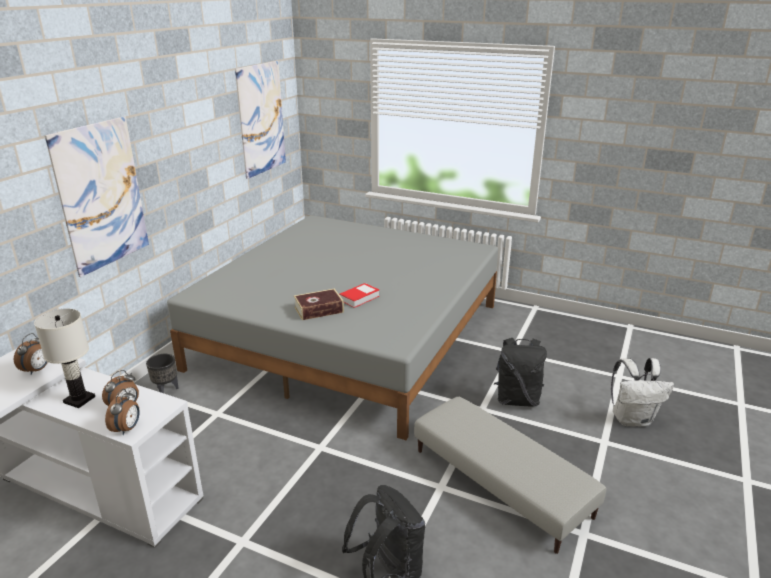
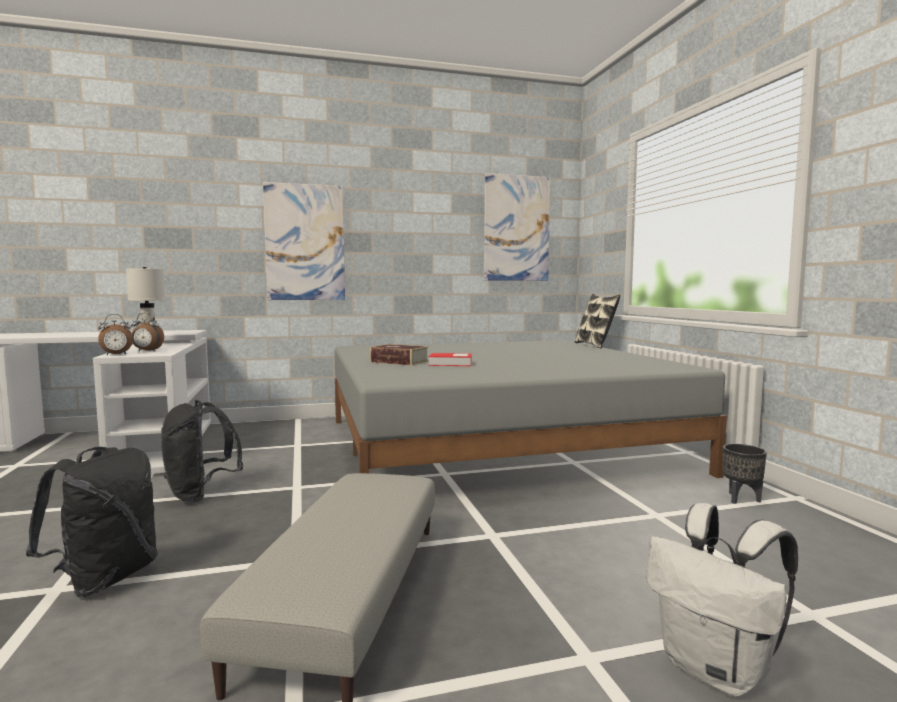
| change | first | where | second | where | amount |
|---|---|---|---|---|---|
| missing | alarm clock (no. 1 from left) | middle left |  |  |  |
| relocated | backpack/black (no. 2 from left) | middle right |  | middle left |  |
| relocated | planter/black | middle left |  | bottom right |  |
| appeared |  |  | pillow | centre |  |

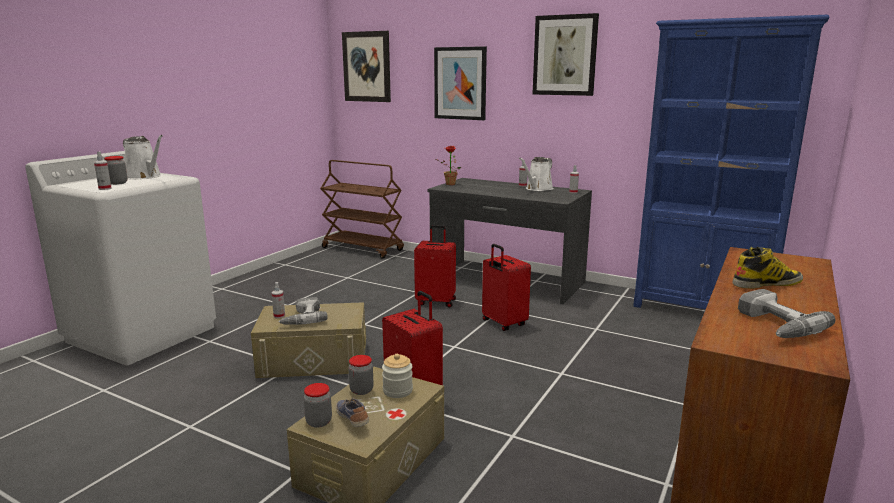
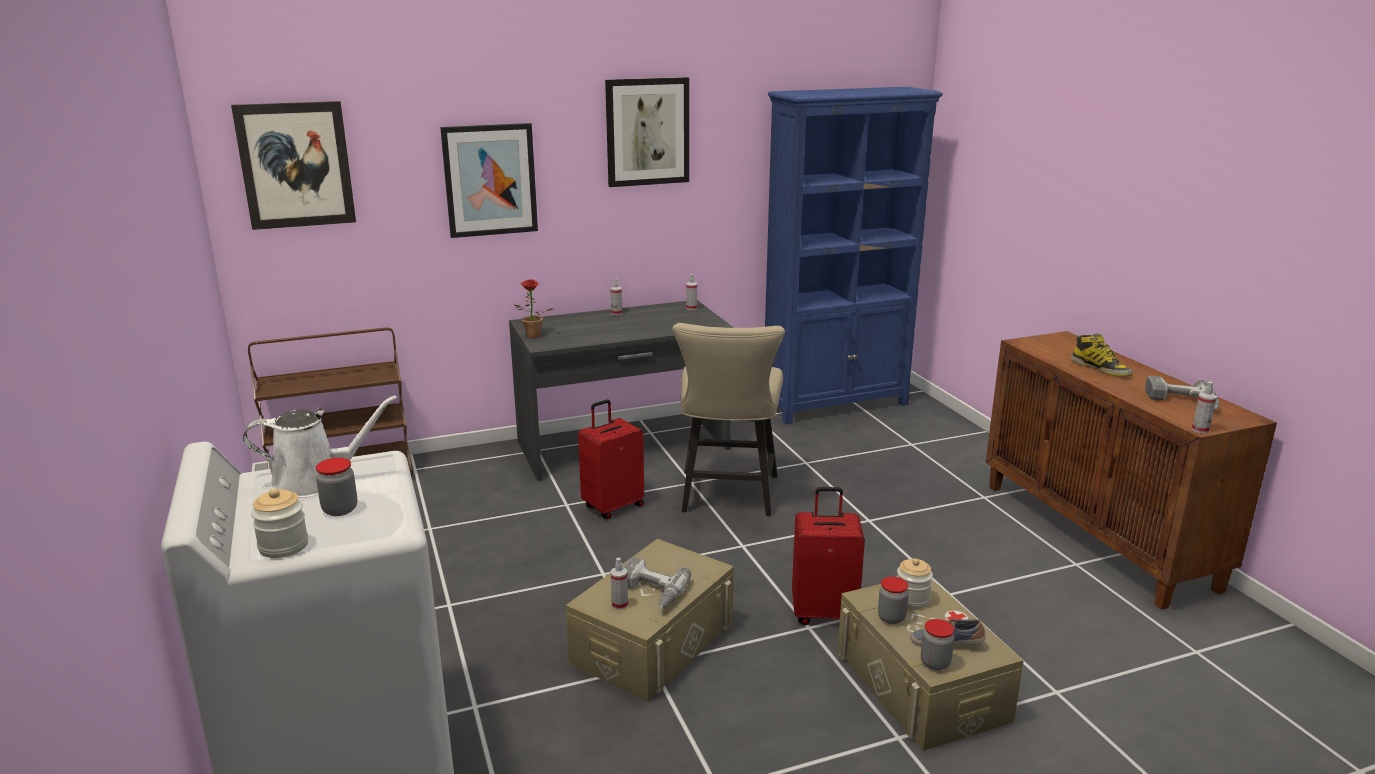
| change | first | where | second | where | amount |
|---|---|---|---|---|---|
| relocated | spray bottle (no. 1 from left in the first image) | middle left | spray bottle (no. 4 from left) | middle right |  |
| missing | watering can/white (no. 2 from left) | centre |  |  |  |
| exchanged | suitcase/red (no. 3 from left) | centre | chair/beige | centre |  |
| spun | boot | middle right |  | middle right | 120 degrees clockwise |
| appeared |  |  | jar (no. 1 from left) | bottom left |  |

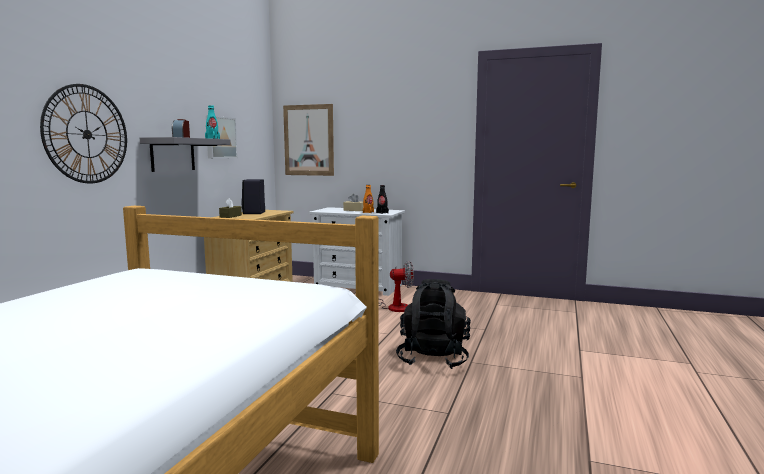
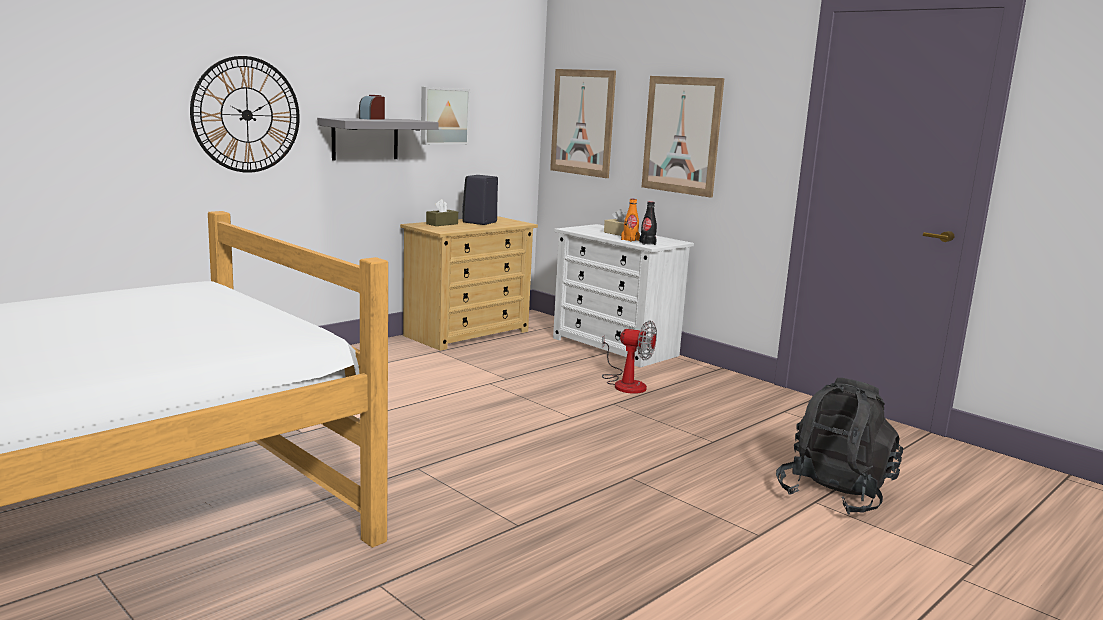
| change | first | where | second | where | amount |
|---|---|---|---|---|---|
| missing | bottle/turquoise | top left |  |  |  |
| relocated | backpack/black | bottom centre |  | bottom right |  |
| appeared |  |  | picture (no. 3 from left) | top centre |  |

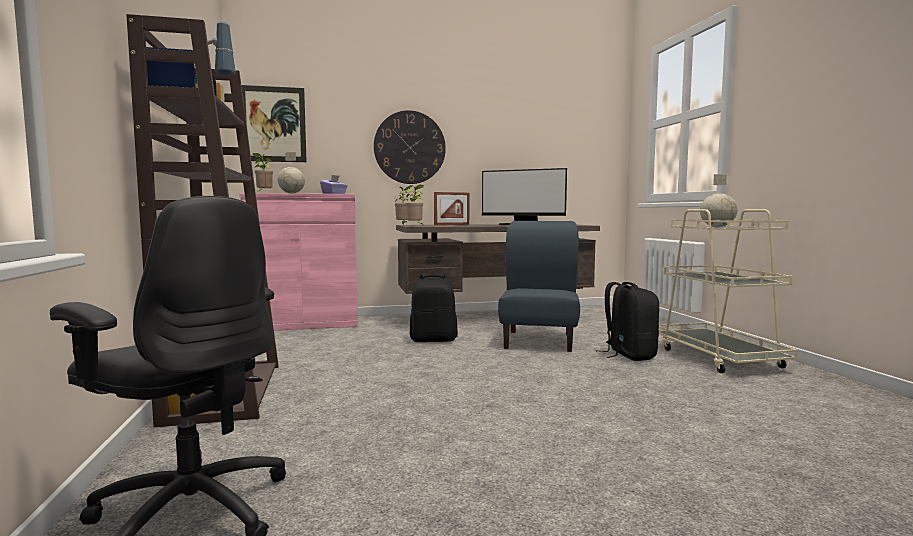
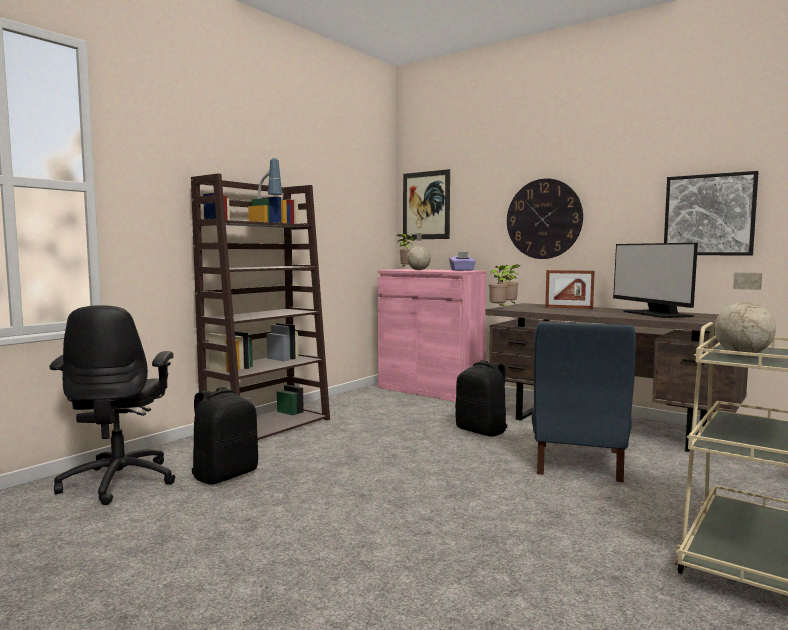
| change | first | where | second | where | amount |
|---|---|---|---|---|---|
| spun | chair/blue | centre |  | middle right | 135 degrees clockwise |
| relocated | backpack/black (no. 2 from left in the first image) | middle right | backpack/black (no. 1 from left) | bottom left |  |
| appeared |  |  | picture (no. 2 from left) | middle right |  |

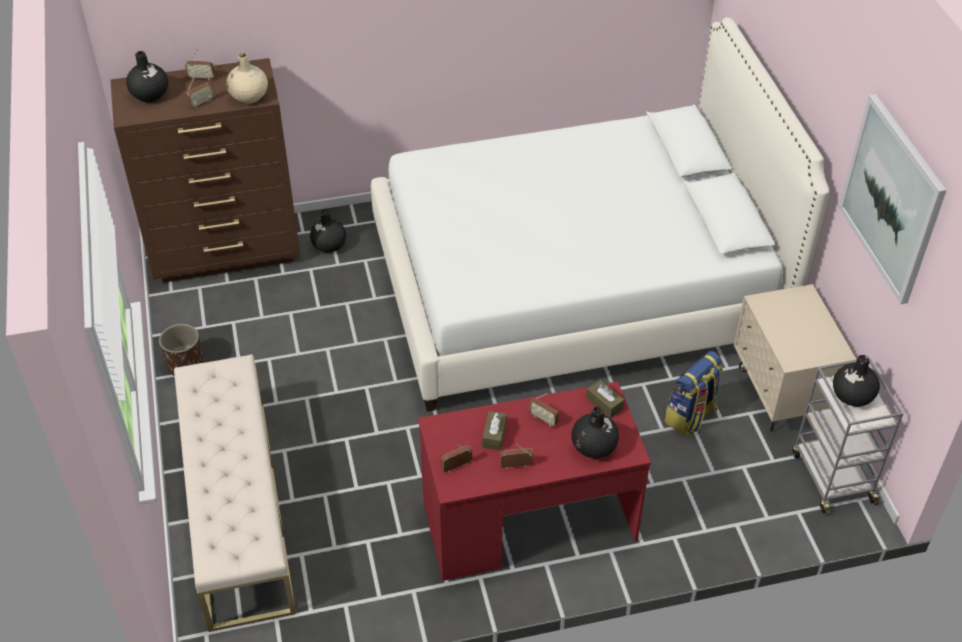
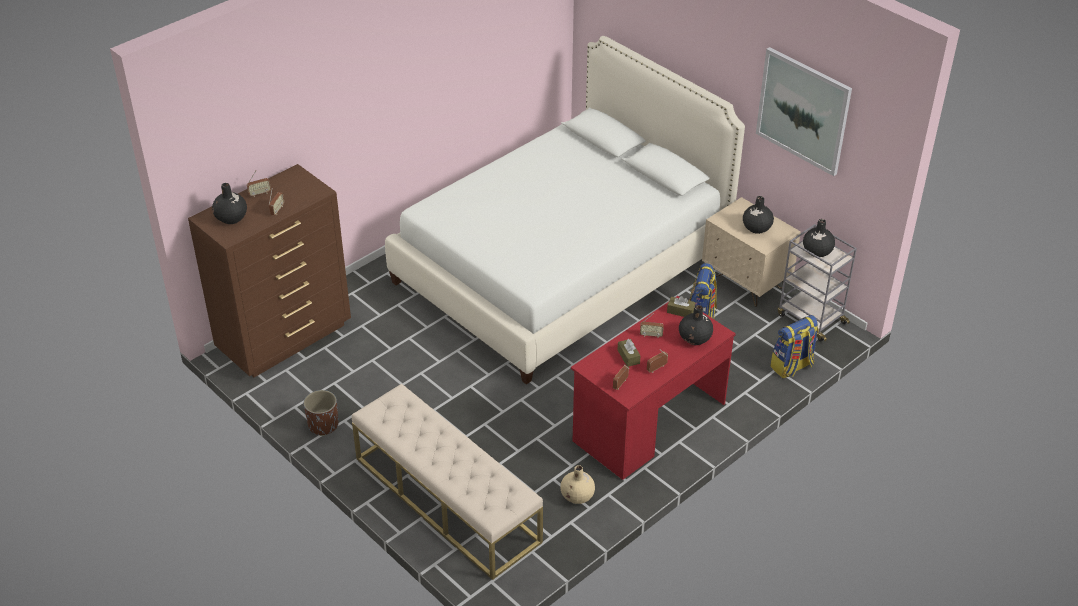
| change | first | where | second | where | amount |
|---|---|---|---|---|---|
| relocated | vase/beige | top left |  | bottom centre |  |
| relocated | vase/black (no. 2 from left in the first image) | centre | vase/black (no. 3 from left) | middle right |  |
| appeared |  |  | backpack (no. 2 from left) | middle right |  |

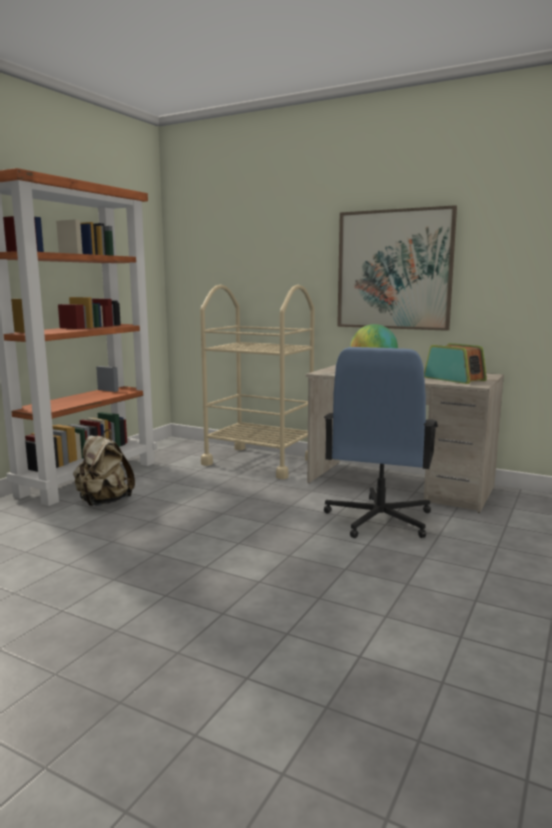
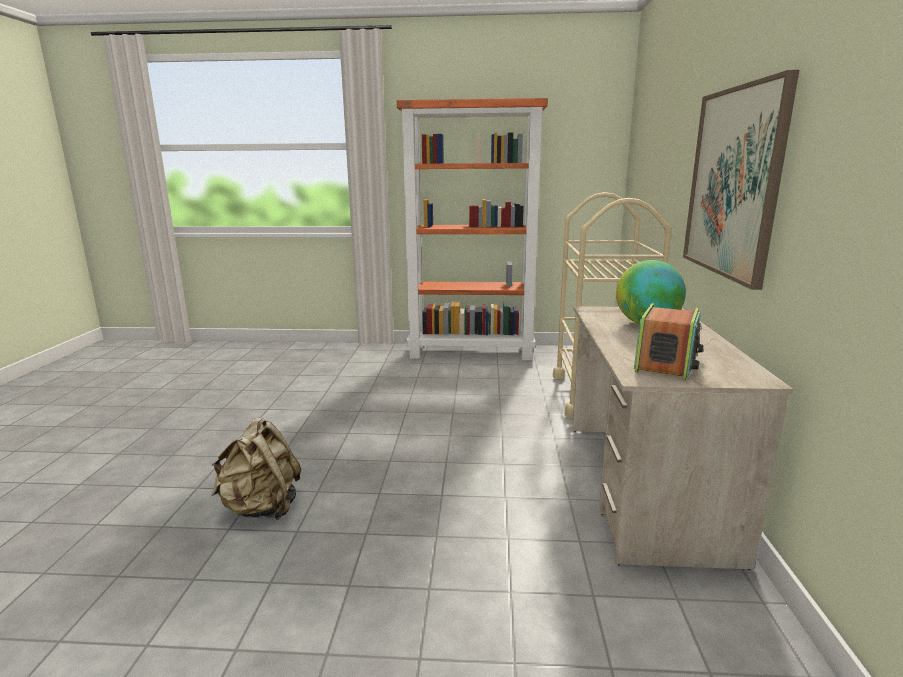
| change | first | where | second | where | amount |
|---|---|---|---|---|---|
| missing | office chair/blue | middle right |  |  |  |
| relocated | backpack/beige | middle left |  | bottom left |  |

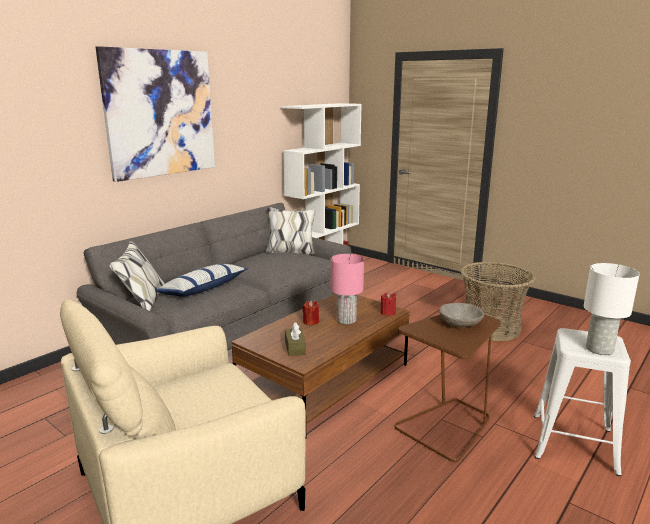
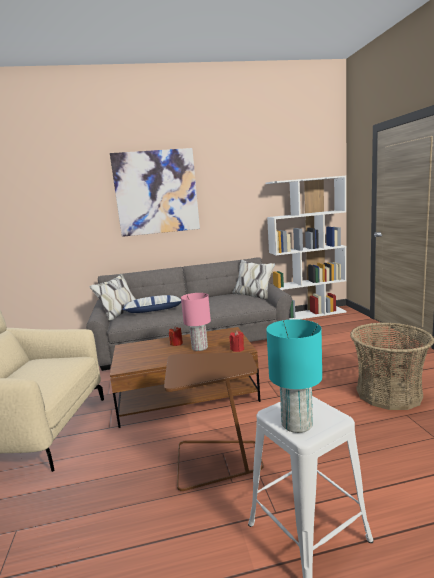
| change | first | where | second | where | amount |
|---|---|---|---|---|---|
| colour | table lamp/white | middle right | table lamp/turquoise | middle right |  |
| missing | bowl/grey | middle right |  |  |  |
| missing | tissue box/brown | centre |  |  |  |

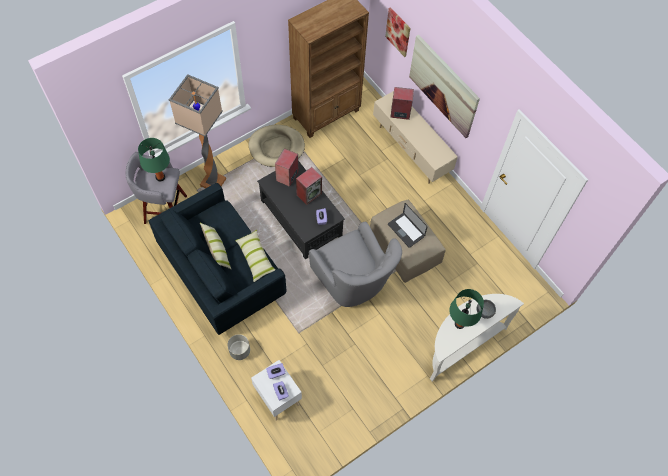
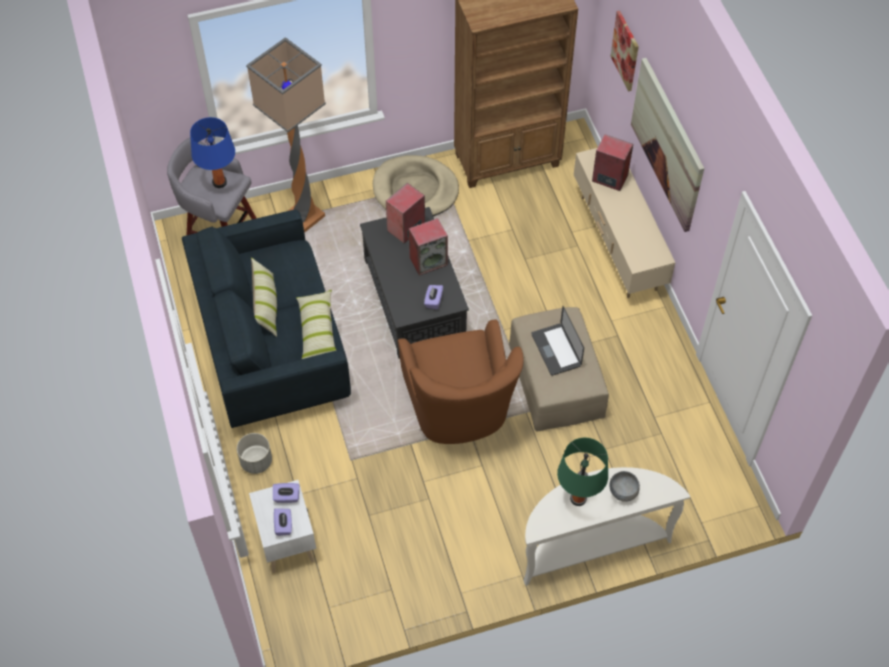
| change | first | where | second | where | amount |
|---|---|---|---|---|---|
| colour | table lamp/green (no. 1 from left) | middle left | table lamp/blue | top left |  |
| colour | armchair/grey | centre | armchair/brown | centre |  |

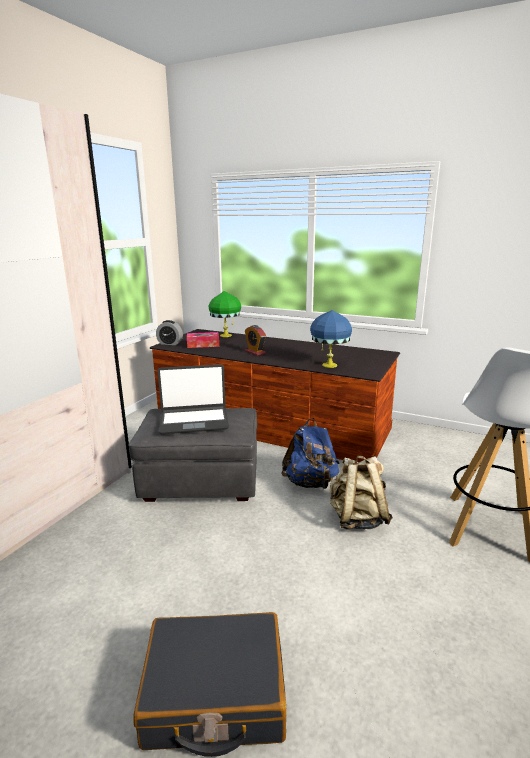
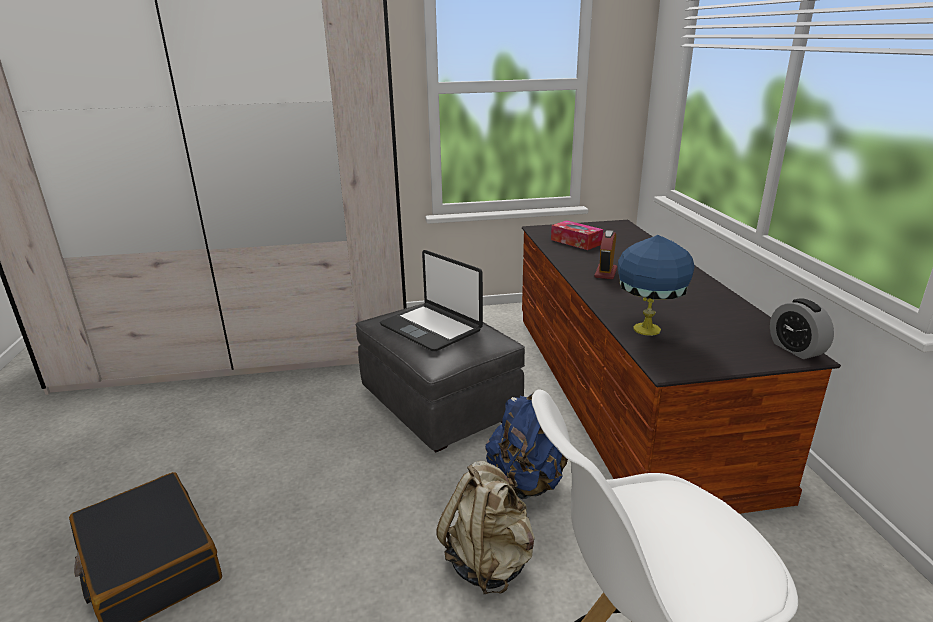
| change | first | where | second | where | amount |
|---|---|---|---|---|---|
| missing | table lamp/green | centre |  |  |  |
| relocated | alarm clock (no. 1 from left in the first image) | middle left | alarm clock (no. 2 from left) | middle right |  |

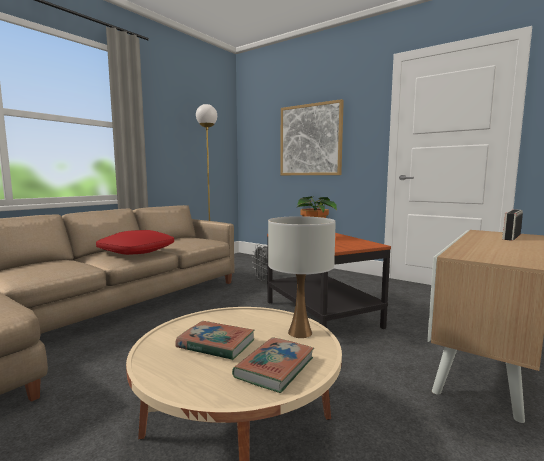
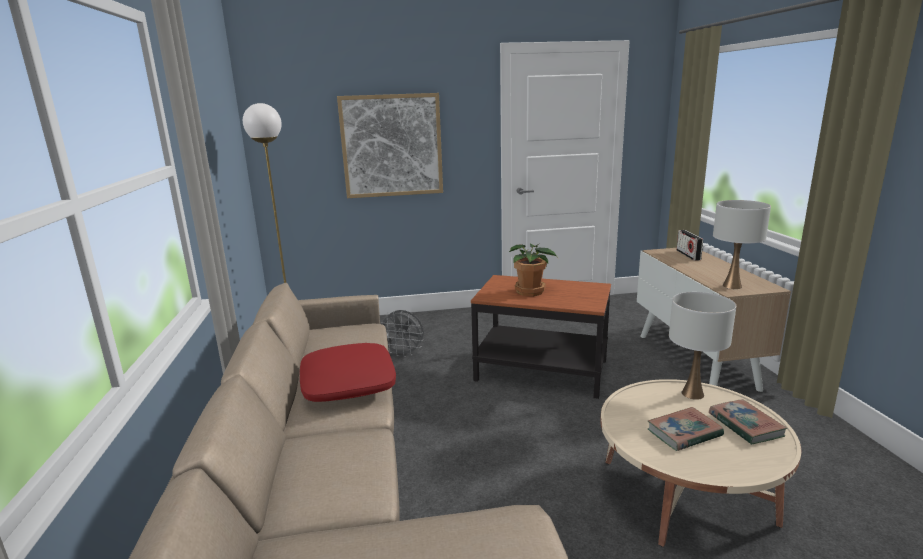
| change | first | where | second | where | amount |
|---|---|---|---|---|---|
| appeared |  |  | table lamp/white (no. 2 from left) | middle right |  |

